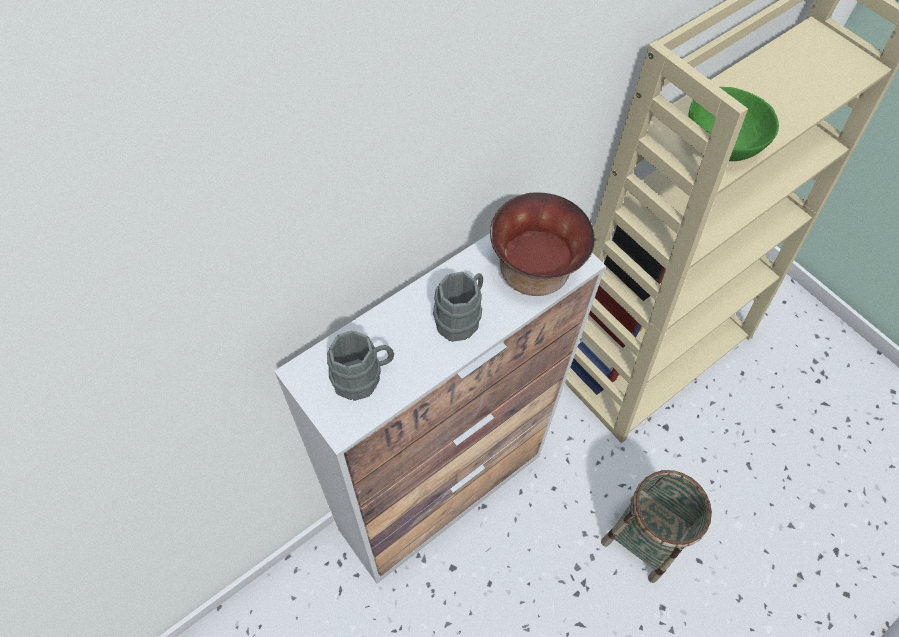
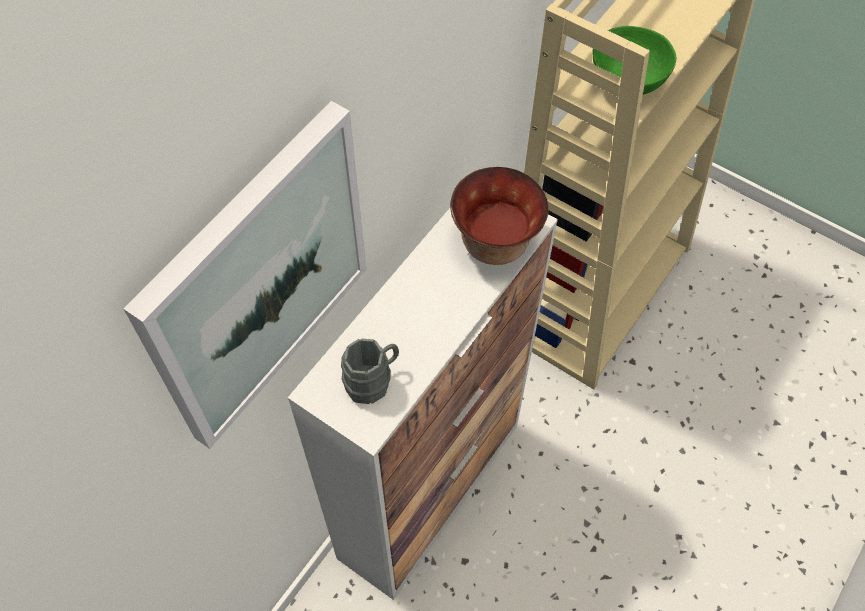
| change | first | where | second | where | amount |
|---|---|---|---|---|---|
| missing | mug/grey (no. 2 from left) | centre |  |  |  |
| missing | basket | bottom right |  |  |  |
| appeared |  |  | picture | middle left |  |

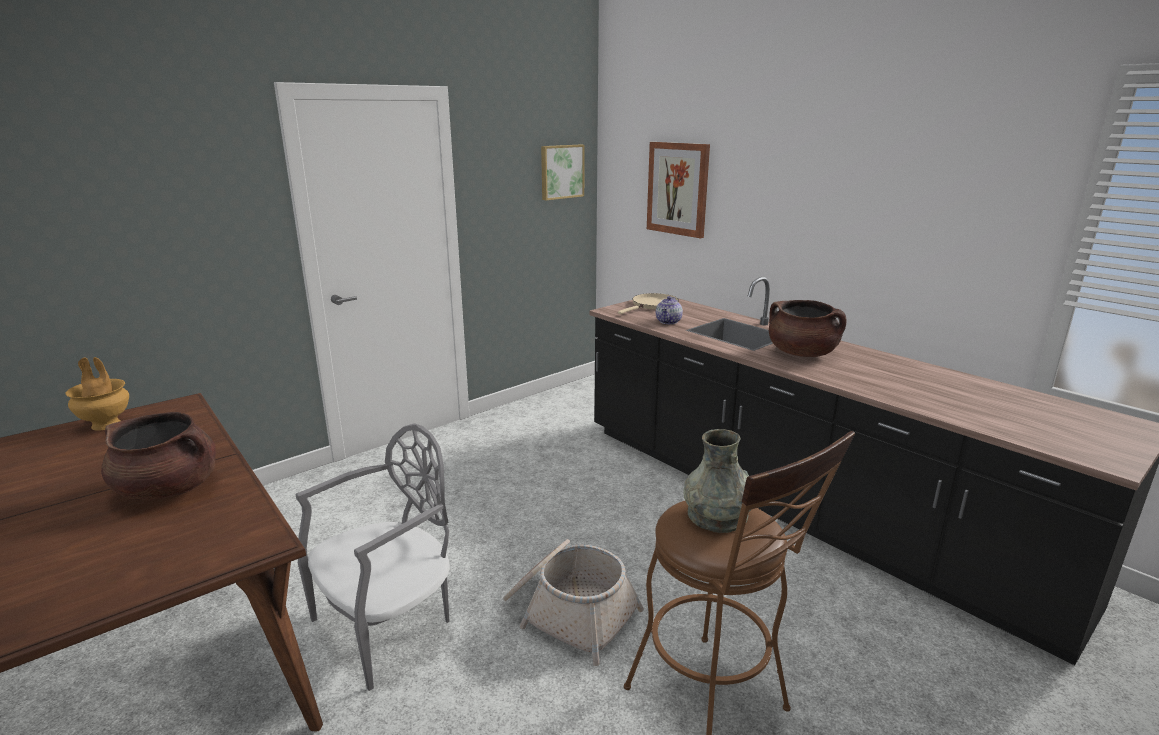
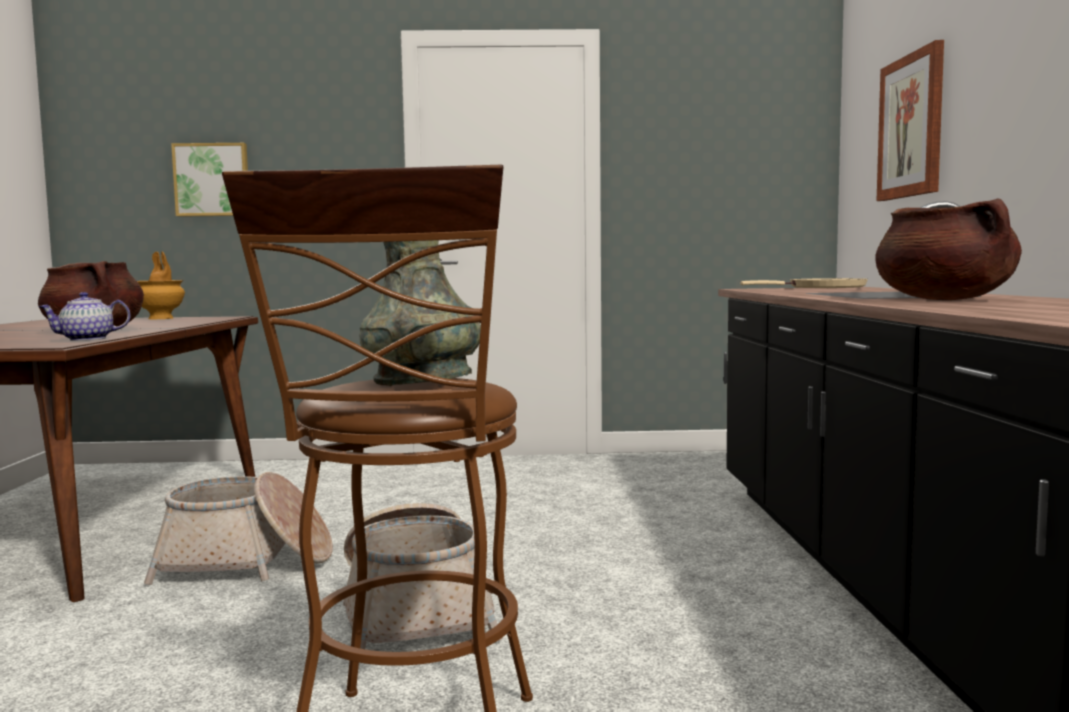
| change | first | where | second | where | amount |
|---|---|---|---|---|---|
| relocated | picture (no. 1 from left) | top centre |  | top left |  |
| relocated | teapot | centre |  | middle left |  |
| exchanged | chair/grey | bottom left | basket (no. 1 from left) | bottom left |  |

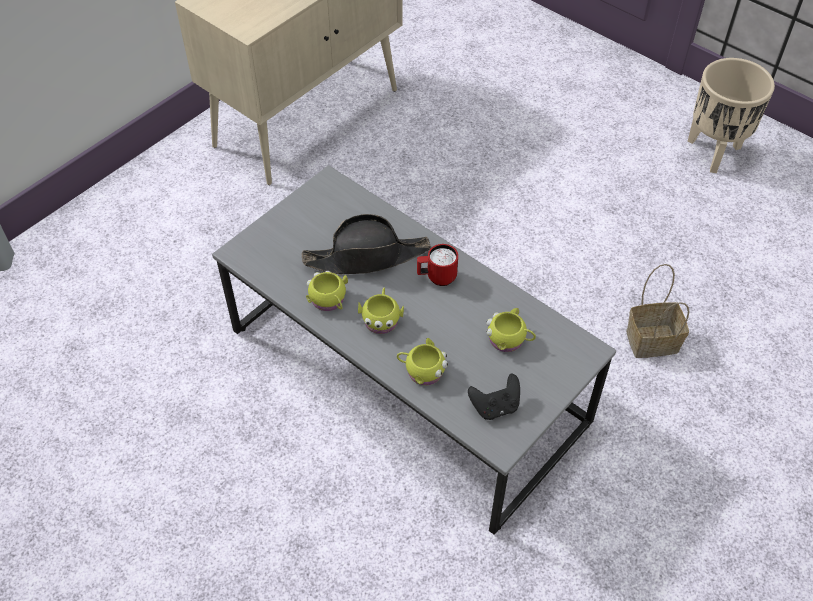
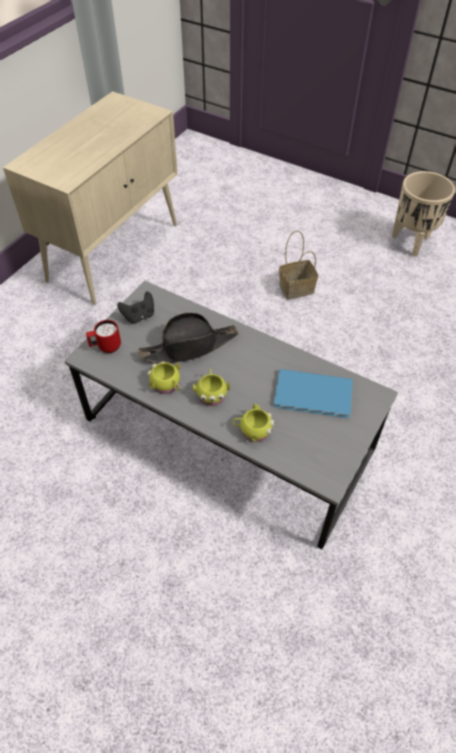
| change | first | where | second | where | amount |
|---|---|---|---|---|---|
| relocated | mug/red | centre |  | middle left |  |
| relocated | basket | middle right |  | centre |  |
| exchanged | mug/yellow (no. 4 from left) | centre | book/blue | middle right |  |
| relocated | game controller/black | centre |  | middle left |  |

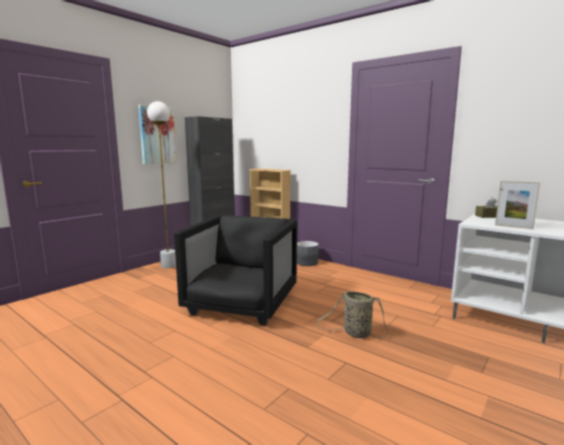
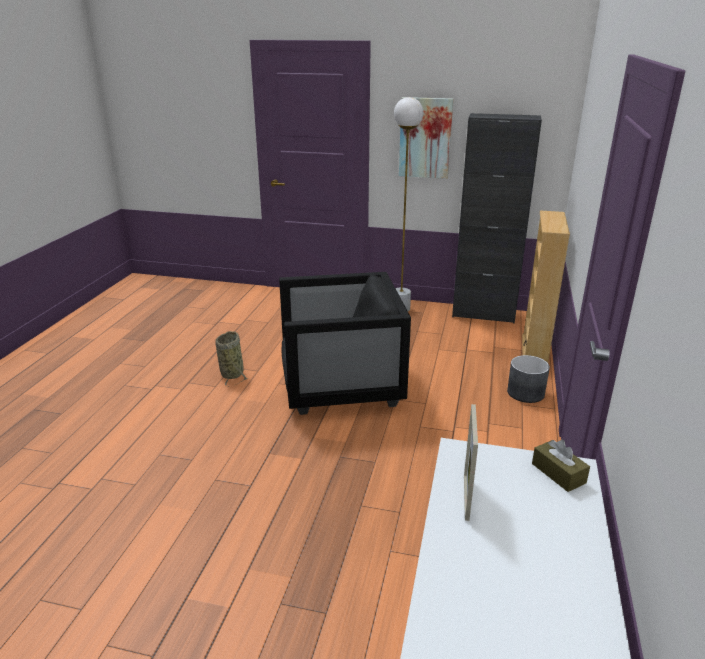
| change | first | where | second | where | amount |
|---|---|---|---|---|---|
| relocated | basket | bottom centre |  | middle left |  |

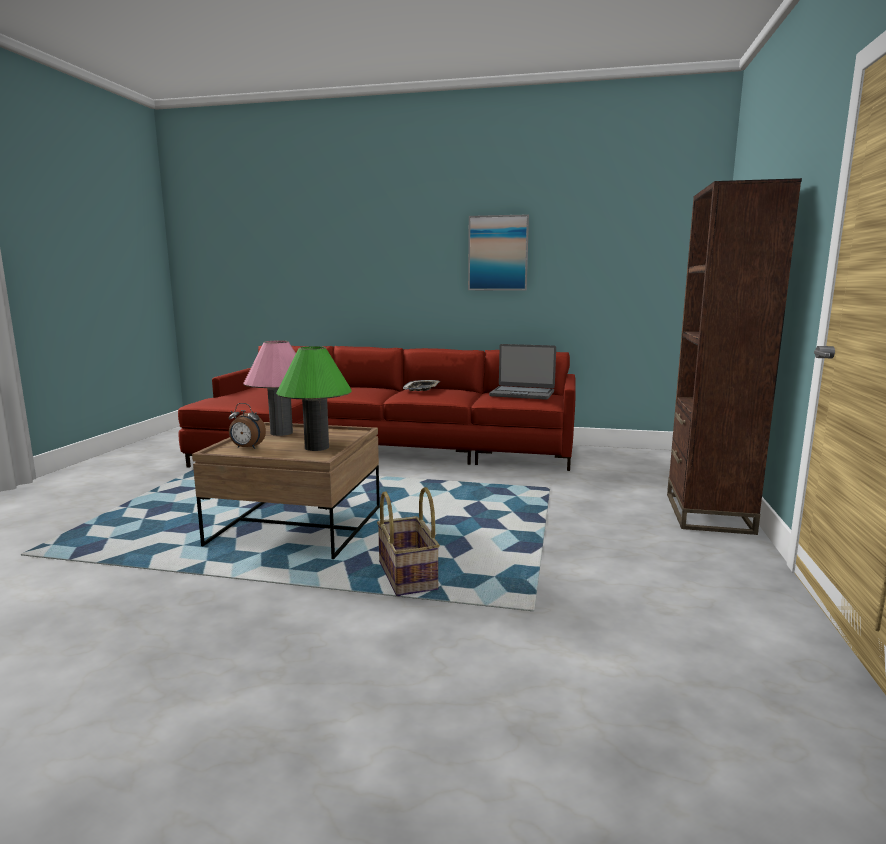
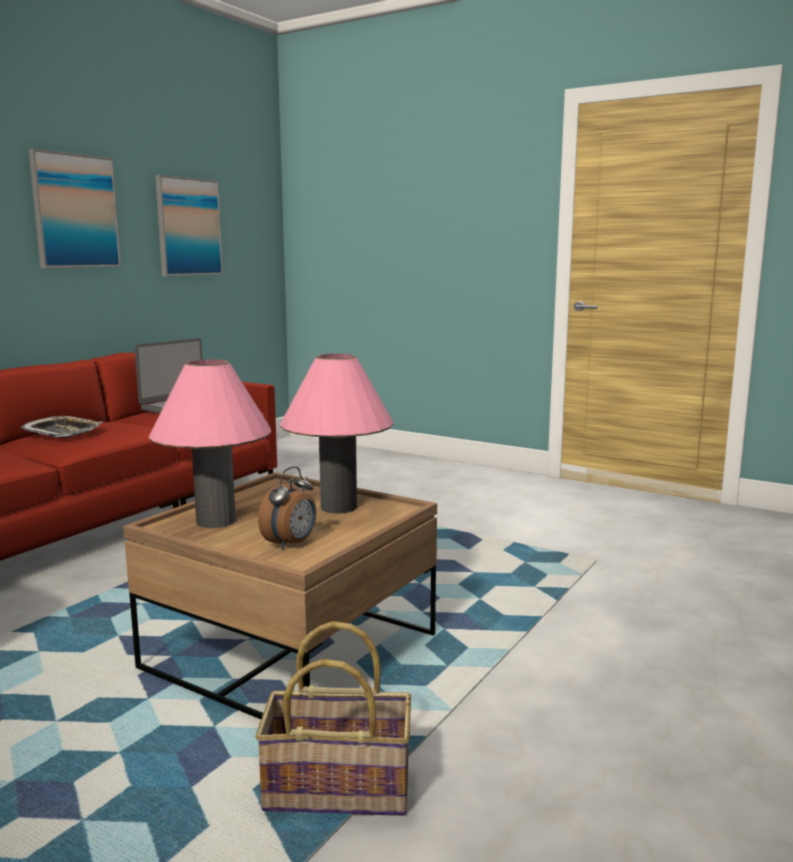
| change | first | where | second | where | amount |
|---|---|---|---|---|---|
| missing | bookcase/brown | middle right |  |  |  |
| colour | table lamp/green | centre | table lamp/pink (no. 2 from left) | centre |  |
| relocated | basket | centre |  | bottom centre |  |
| appeared |  |  | picture (no. 2 from left) | top left |  |

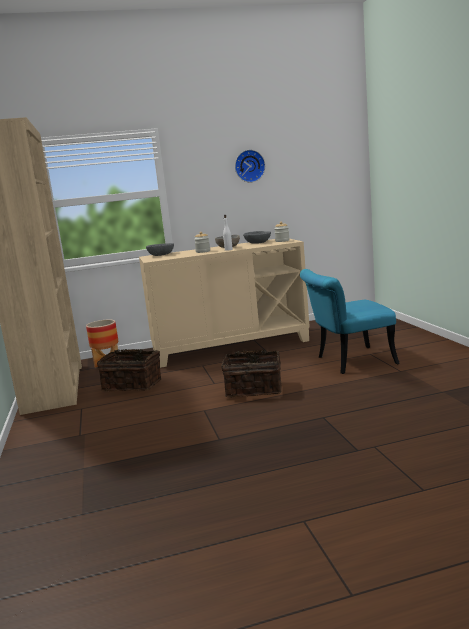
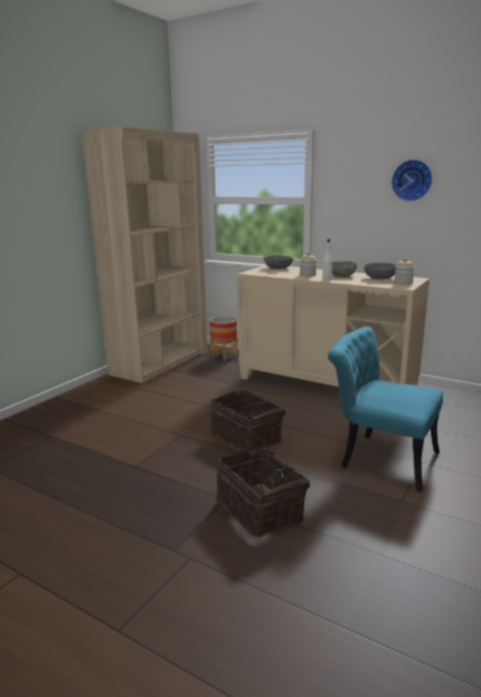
| change | first | where | second | where | amount |
|---|---|---|---|---|---|
| relocated | basket (no. 1 from left in the first image) | middle left | basket (no. 2 from left) | bottom centre |  |

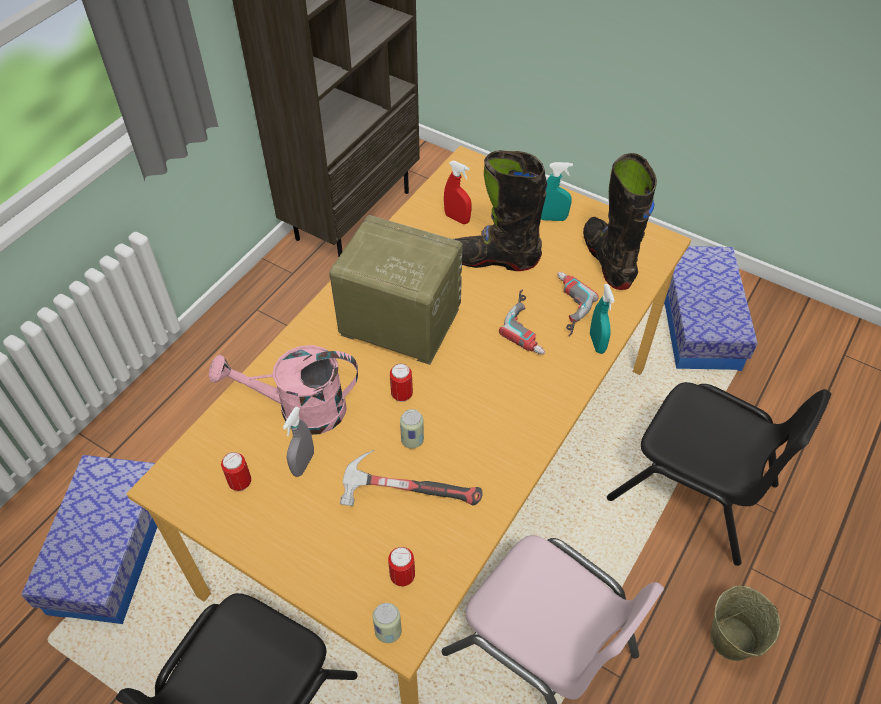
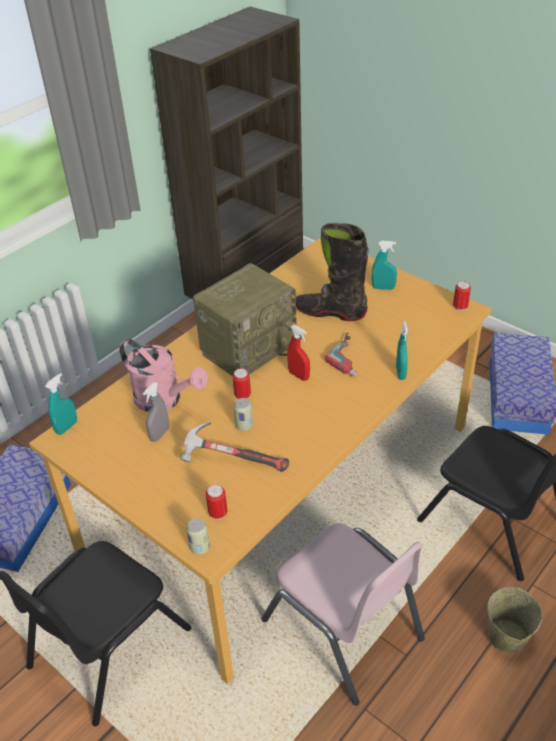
| change | first | where | second | where | amount |
|---|---|---|---|---|---|
| missing | boot/black (no. 2 from left) | top right |  |  |  |
| relocated | spray bottle/red | top centre |  | centre |  |
| spun | radio | centre |  | centre | 105 degrees clockwise |
| missing | power drill (no. 2 from left) | centre |  |  |  |
| spun | watering can/pink | middle left |  | middle left | 150 degrees counterclockwise |
| relocated | can (no. 1 from left in the first image) | bottom left | can (no. 5 from left) | middle right |  |
| appeared |  |  | spray bottle/turquoise (no. 1 from left) | middle left |  |

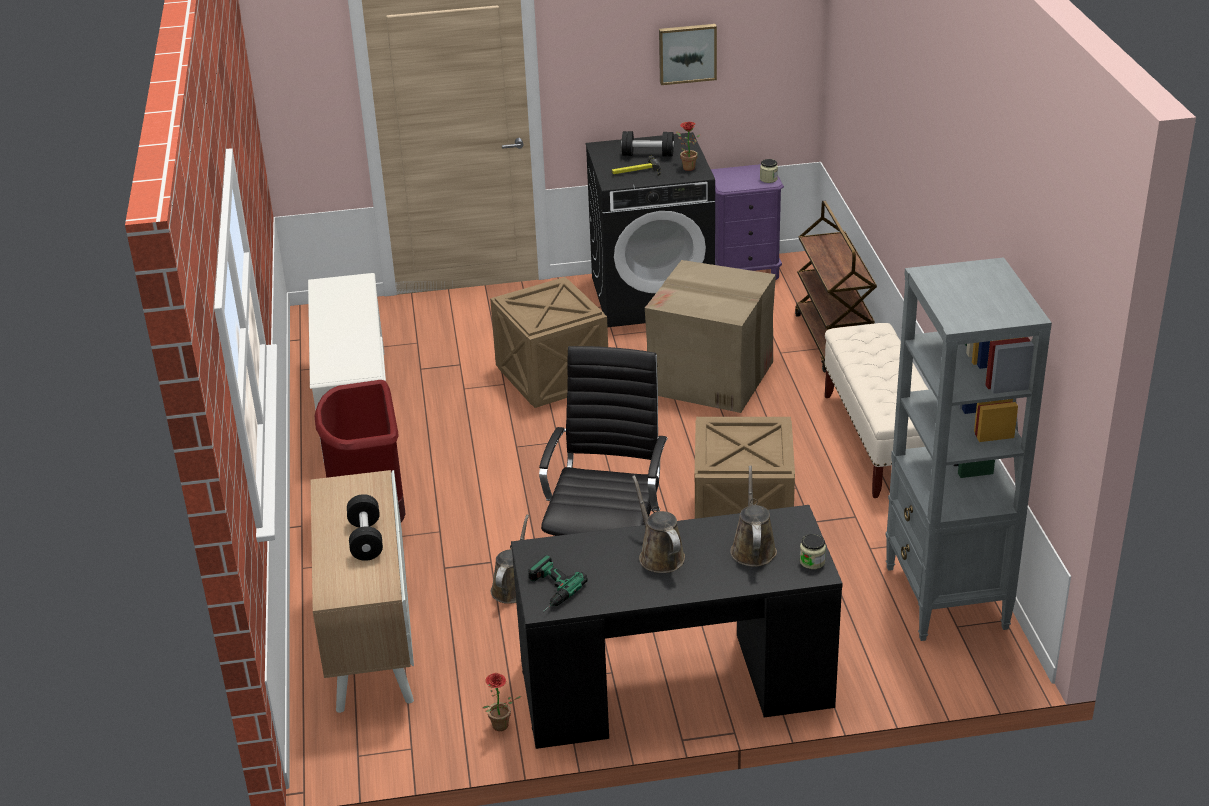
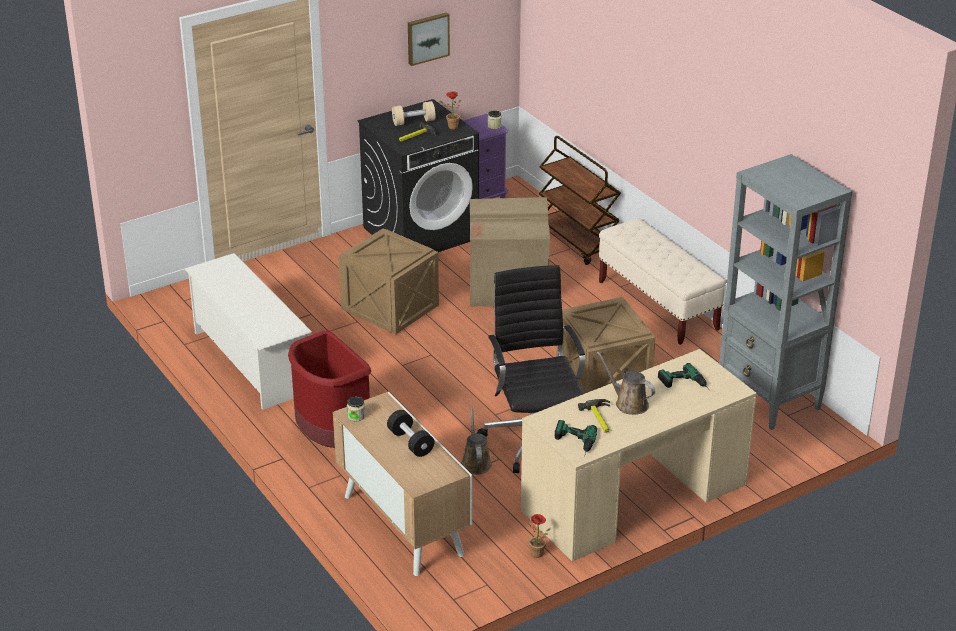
| change | first | where | second | where | amount |
|---|---|---|---|---|---|
| colour | dumbbell/black (no. 2 from left) | top centre | dumbbell/beige | top centre |  |
| exchanged | watering can/brown (no. 3 from left) | centre | power drill (no. 2 from left) | middle right |  |
| colour | desk/black | bottom centre | desk/beige | bottom right |  |
| relocated | jar (no. 2 from left in the first image) | bottom right | jar (no. 1 from left) | centre |  |
| appeared |  |  | hammer (no. 2 from left) | centre |  |

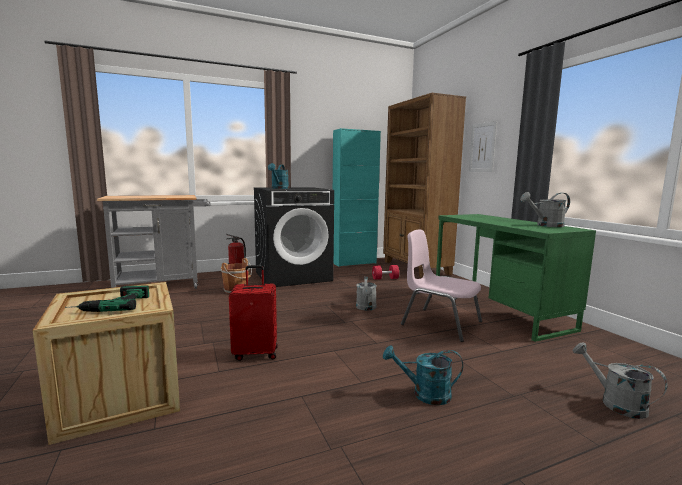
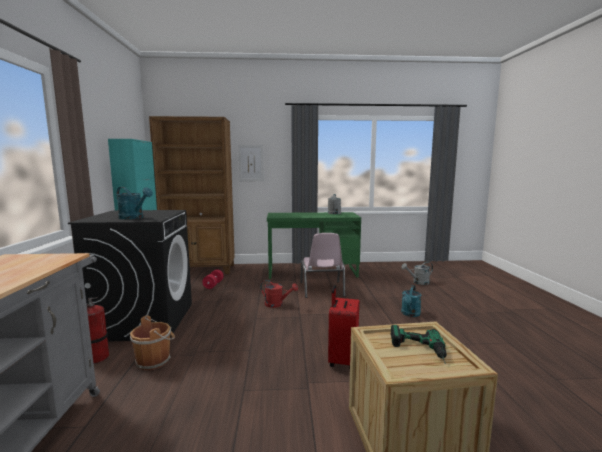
| change | first | where | second | where | amount |
|---|---|---|---|---|---|
| spun | chair/pink | centre |  | centre | 60 degrees counterclockwise |
| colour | watering can/grey (no. 1 from left) | centre | watering can/red | centre |  |

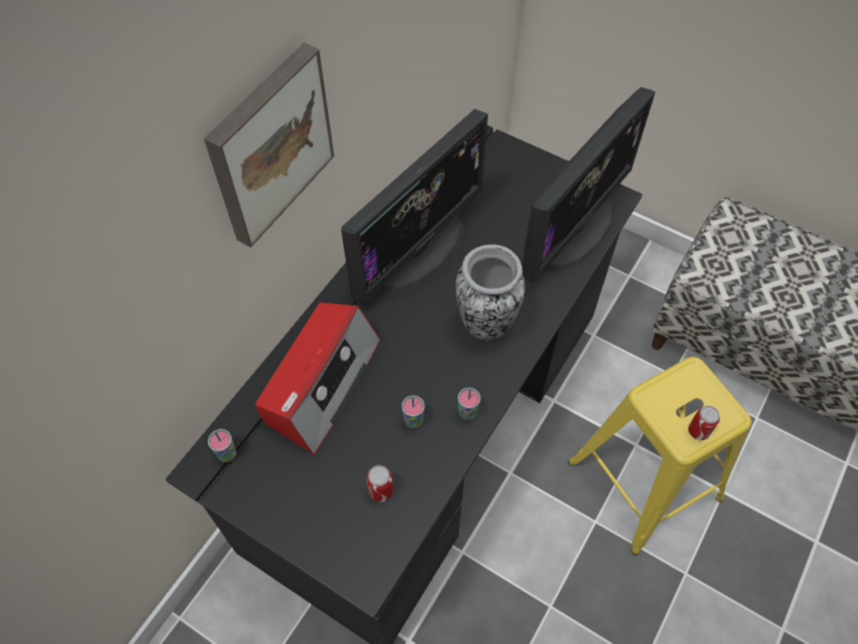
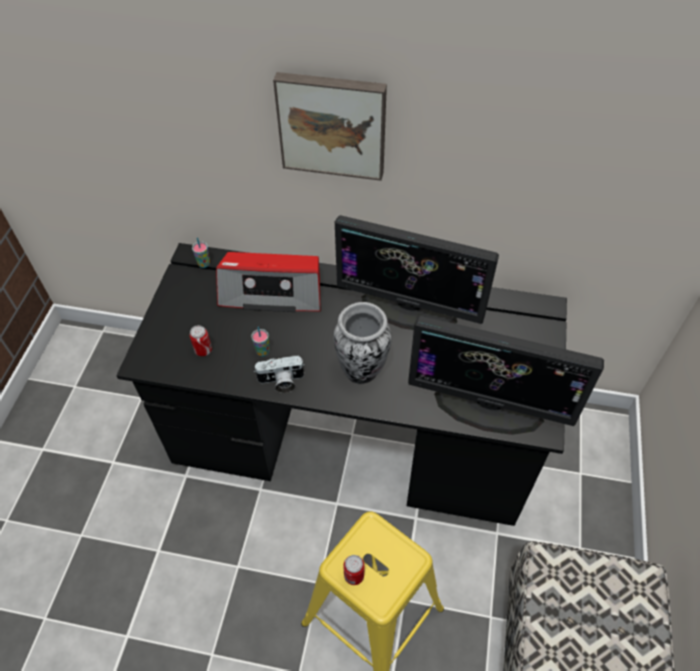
| change | first | where | second | where | amount |
|---|---|---|---|---|---|
| exchanged | cup (no. 3 from left) | centre | photo camera | centre |  |

